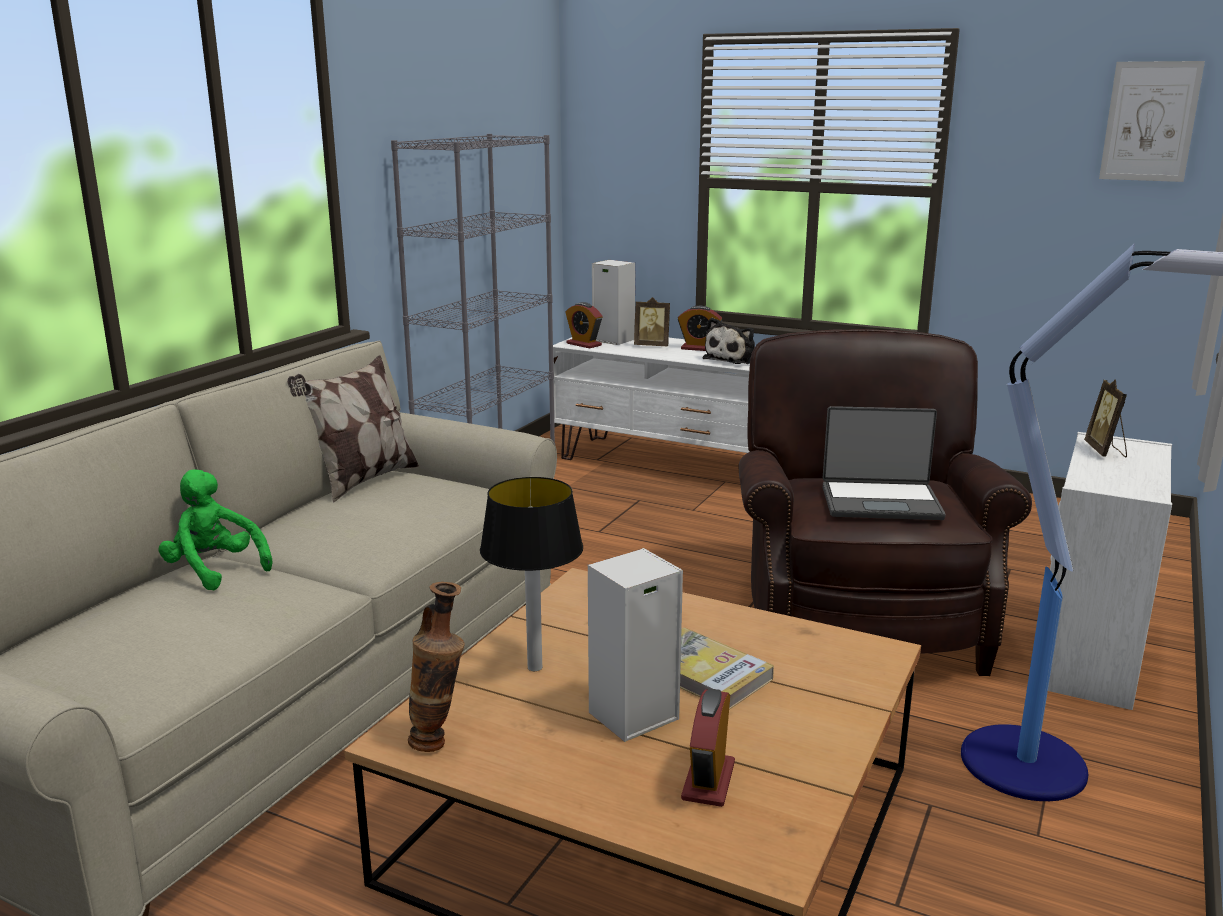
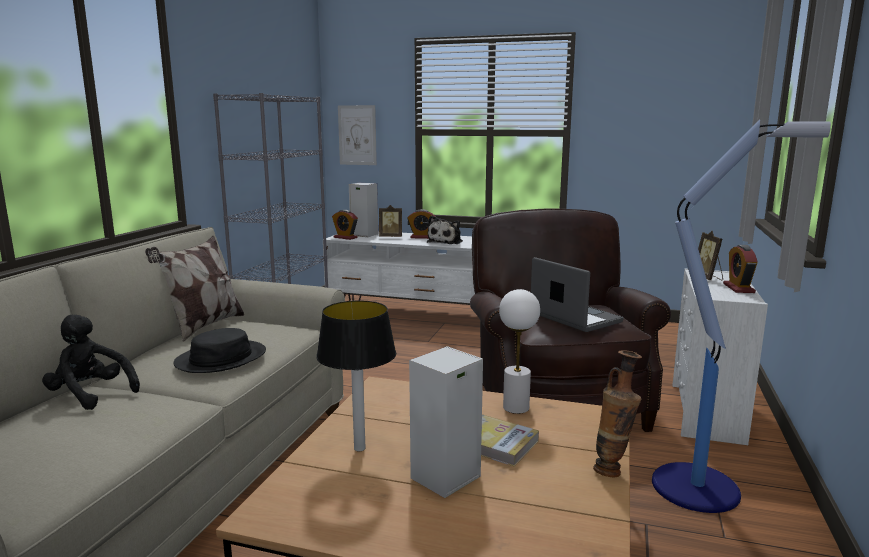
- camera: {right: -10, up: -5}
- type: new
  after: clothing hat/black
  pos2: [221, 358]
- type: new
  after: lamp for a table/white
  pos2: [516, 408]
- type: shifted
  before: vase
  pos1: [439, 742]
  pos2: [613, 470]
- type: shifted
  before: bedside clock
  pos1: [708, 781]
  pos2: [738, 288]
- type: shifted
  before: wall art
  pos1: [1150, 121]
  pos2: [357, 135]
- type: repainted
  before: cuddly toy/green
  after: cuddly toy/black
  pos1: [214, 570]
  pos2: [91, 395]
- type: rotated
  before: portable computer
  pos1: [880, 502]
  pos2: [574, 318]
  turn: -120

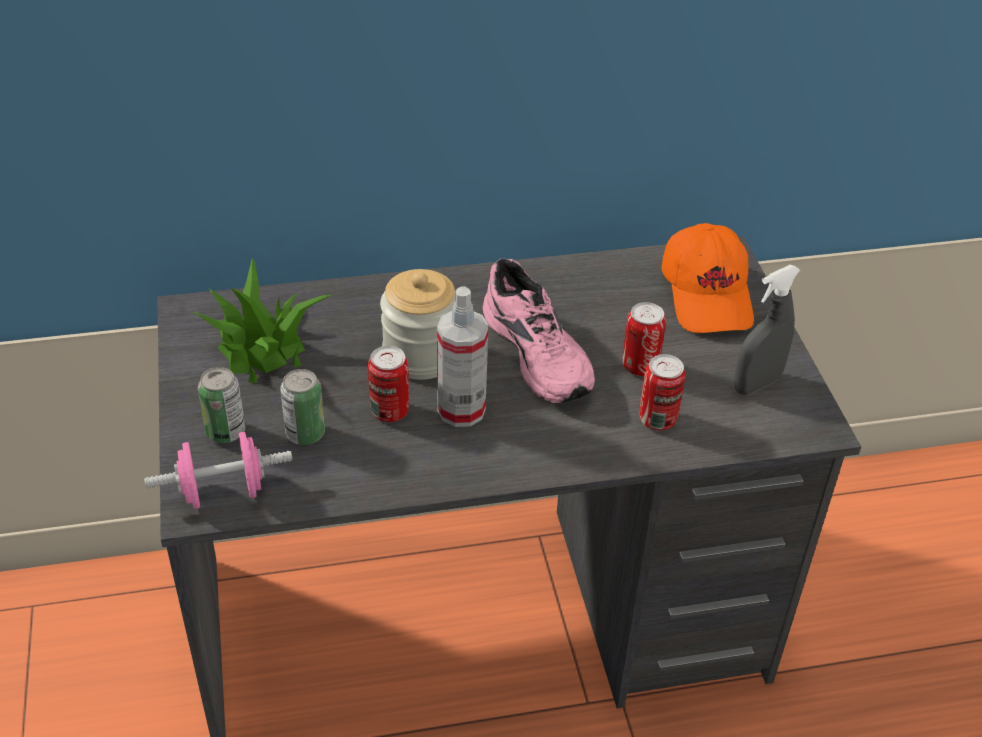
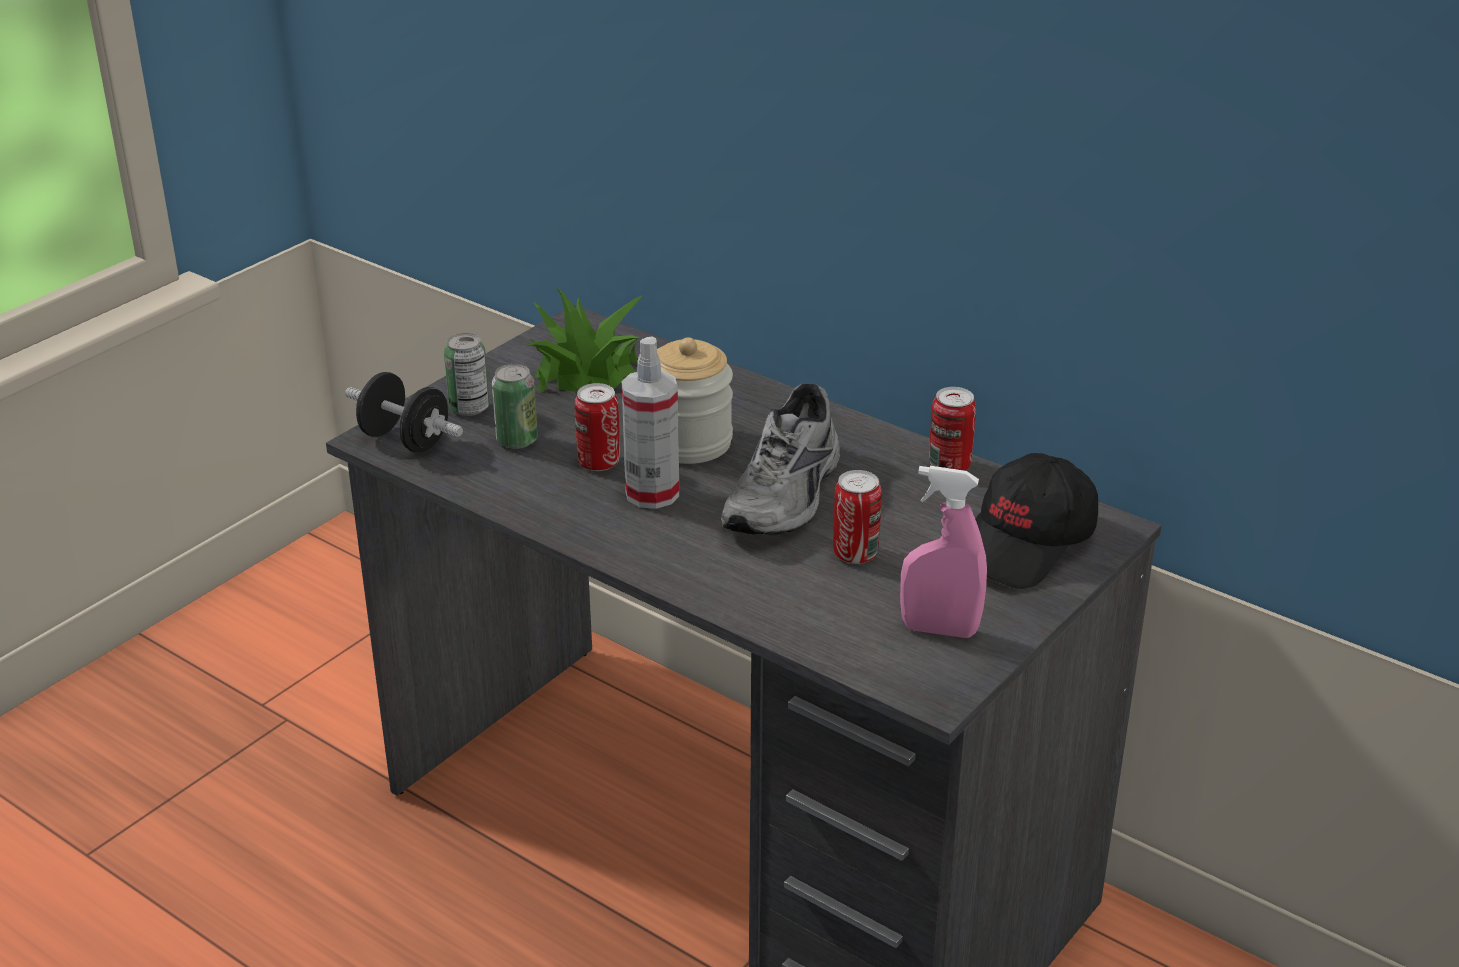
- camera: {right: 50, up: -10}
- type: shifted
  before: sealed can
  pos1: [657, 420]
  pos2: [949, 466]
- type: repainted
  before: hand weight/pink-coloured
  after: hand weight/black
  pos1: [223, 492]
  pos2: [405, 440]
- type: repainted
  before: low shoe/pink-coloured
  after: low shoe/greyish
  pos1: [541, 352]
  pos2: [788, 496]
- type: repainted
  before: cap/orange-coloured
  after: cap/black
  pos1: [708, 295]
  pos2: [1025, 545]
- type: repainted
  before: spray bottle/greyish
  after: spray bottle/pink-coloured
  pos1: [756, 384]
  pos2: [939, 630]

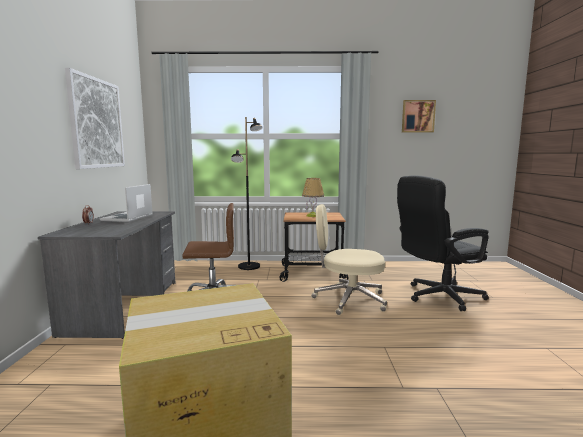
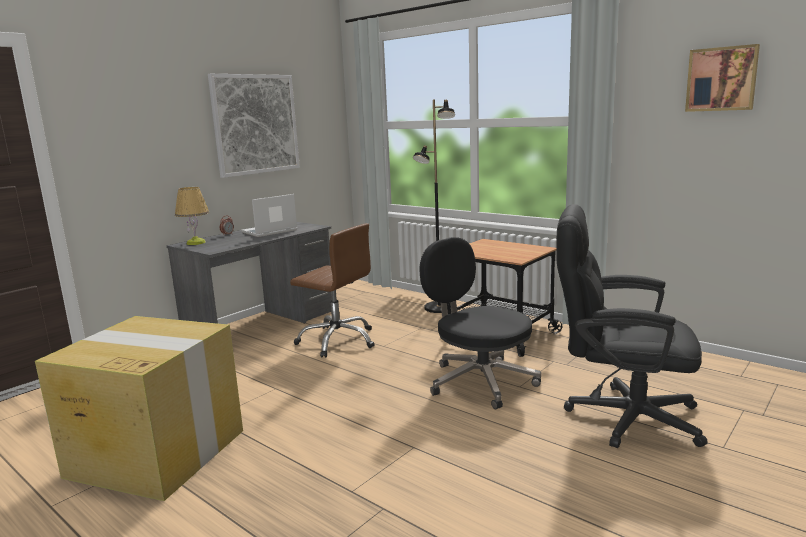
- camera: {right: 40, up: 5}
- type: shifted
  before: lamp for a table
  pos1: [312, 216]
  pos2: [196, 243]
- type: repainted
  before: desk chair/beige-coloured
  after: desk chair/black
  pos1: [348, 300]
  pos2: [479, 381]

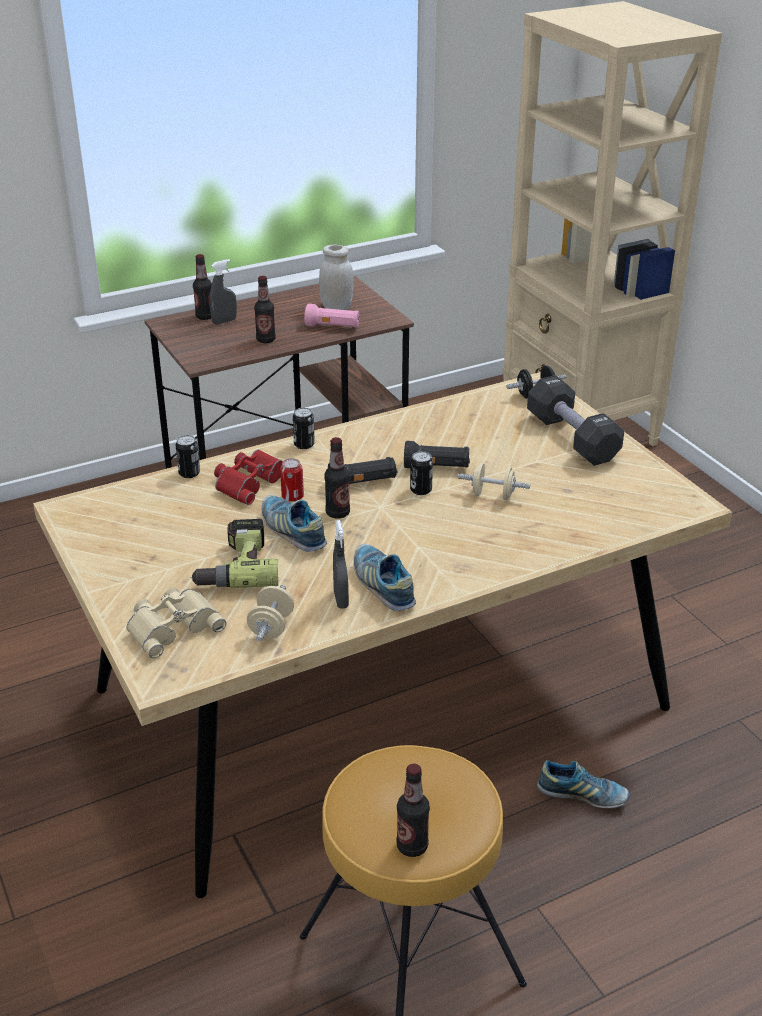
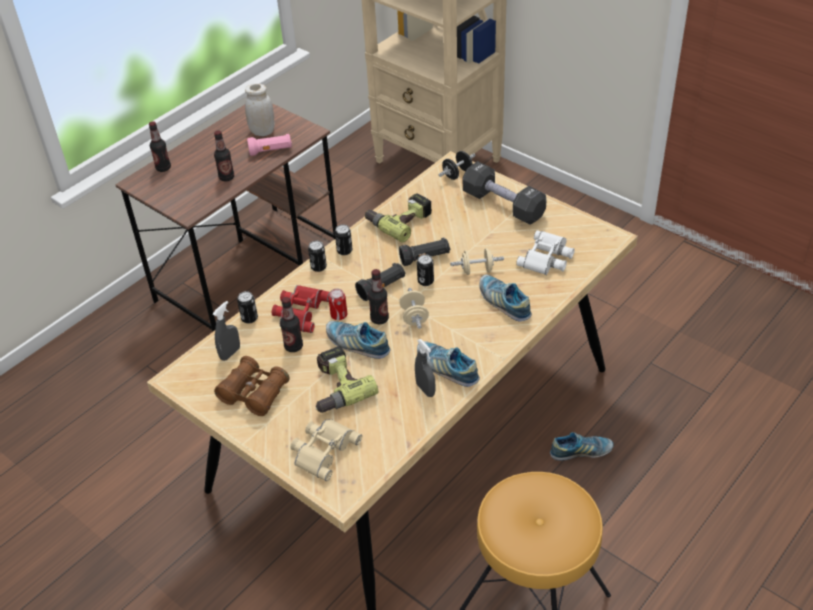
- camera: {right: -20, up: 10}
- type: new
  after: binoculars/brownish
  pos2: [254, 393]
- type: new
  after: sealed can
  pos2: [344, 251]
- type: new
  after: electric drill
  pos2: [399, 220]
- type: new
  after: low shoe
  pos2: [504, 303]
- type: new
  after: binoculars/white
  pos2: [547, 258]
- type: shifted
  before: spray bottle/greyish
  pos1: [224, 321]
  pos2: [230, 353]
- type: shifted
  before: hand weight/beige-coloured
  pos1: [271, 627]
  pos2: [414, 317]
- type: shifted
  before: beverage bottle
  pos1: [412, 846]
  pos2: [293, 346]

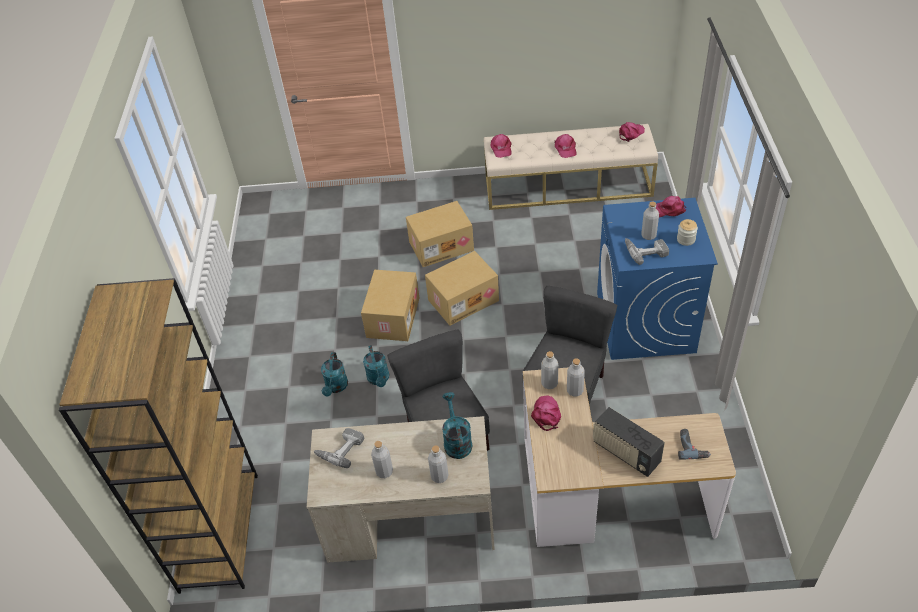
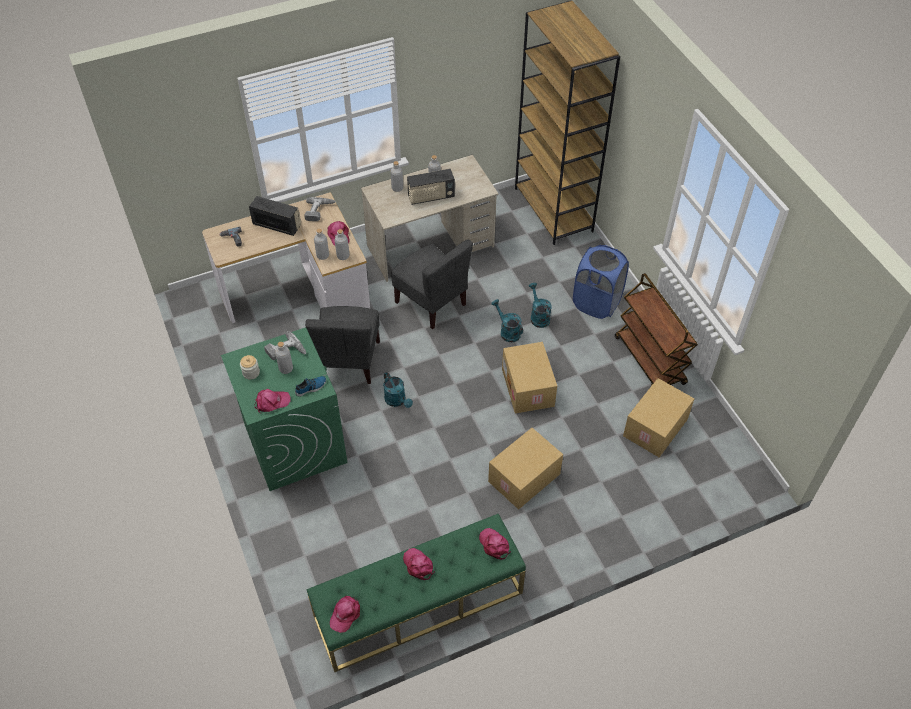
- camera: {right: 155, up: 5}
- type: new
  after: low shoe
  pos2: [311, 387]
- type: new
  after: radio
  pos2: [431, 197]
- type: new
  after: laundry basket/blue-coloured
  pos2: [597, 303]
- type: new
  after: cart/brownish
  pos2: [650, 361]
- type: shifted
  before: electric drill
  pos1: [340, 449]
  pos2: [319, 211]
- type: shifted
  before: cardboard box
  pos1: [463, 299]
  pos2: [656, 428]
- type: shifted
  before: watering can/blue-green
  pos1: [456, 441]
  pos2: [397, 401]
- type: repainted
  before: long seat/beige-coloured
  after: long seat/green
  pos1: [568, 186]
  pos2: [418, 605]
- type: repainted
  before: laundry machine/blue-coloured
  after: laundry machine/green
  pos1: [646, 323]
  pos2: [294, 443]

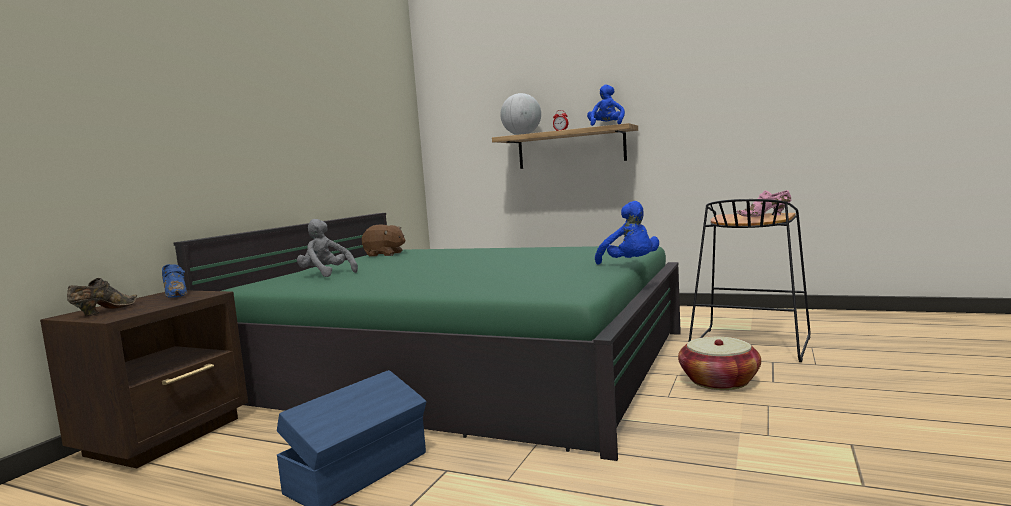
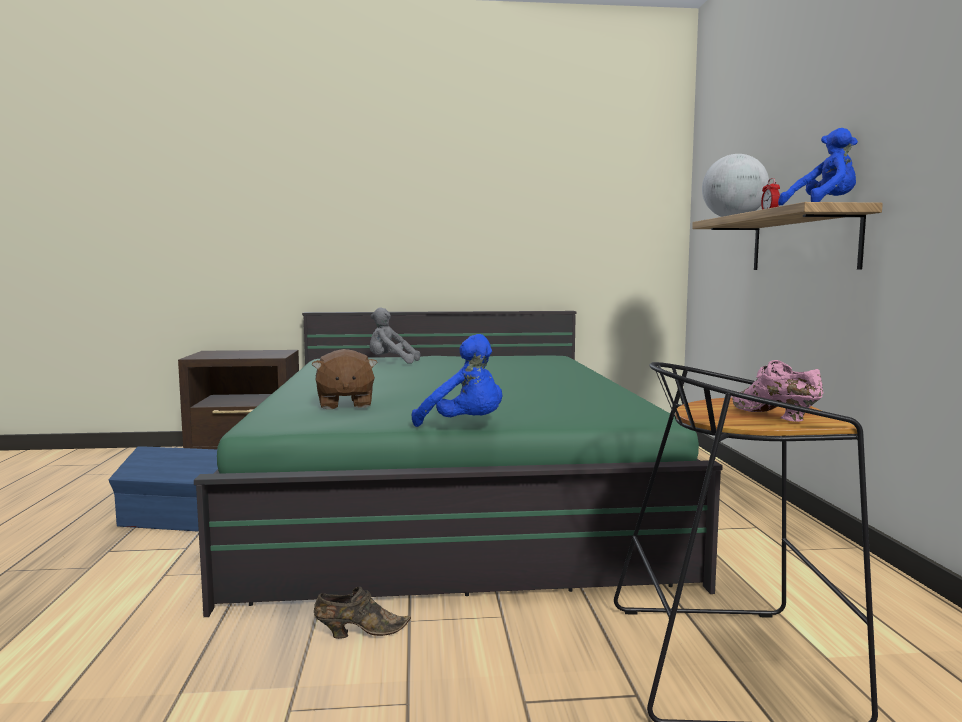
- camera: {right: 60, up: 0}
- type: gone
  before: low shoe/blue-coloured
  pos1: [175, 294]
- type: gone
  before: basket
  pos1: [719, 381]
- type: shifted
  before: low shoe/brownish
  pos1: [103, 311]
  pos2: [359, 633]
- type: shifted
  before: cuddly toy/brownish
  pos1: [385, 254]
  pos2: [344, 404]
- type: rotated
  before: cuddly toy/greyish
  pos1: [326, 274]
  pos2: [390, 362]
  turn: -90
- type: rotated
  before: cuddly toy/blue-coloured
  pos1: [630, 264]
  pos2: [465, 426]
  turn: -90

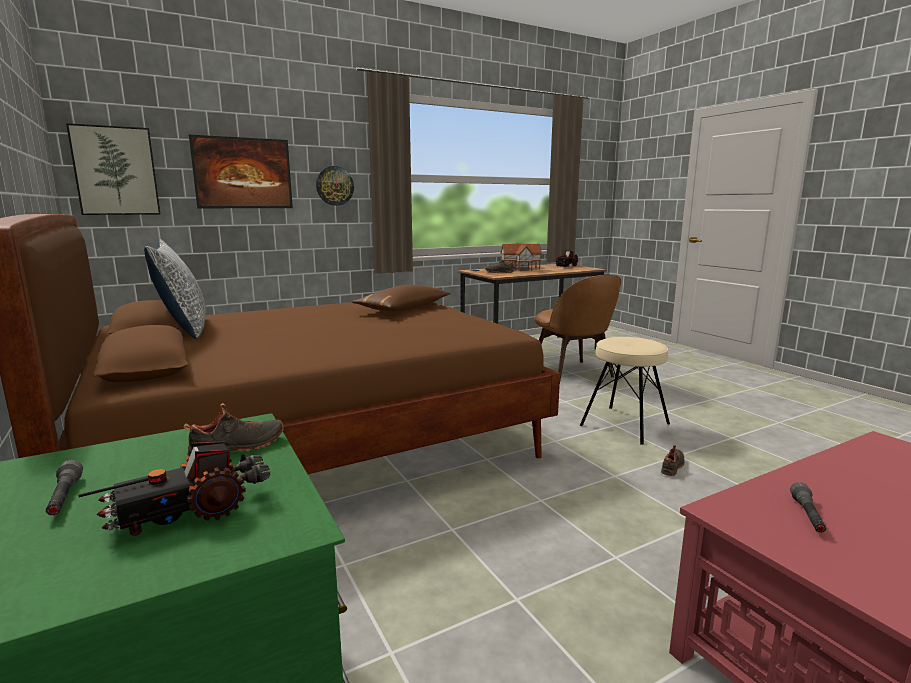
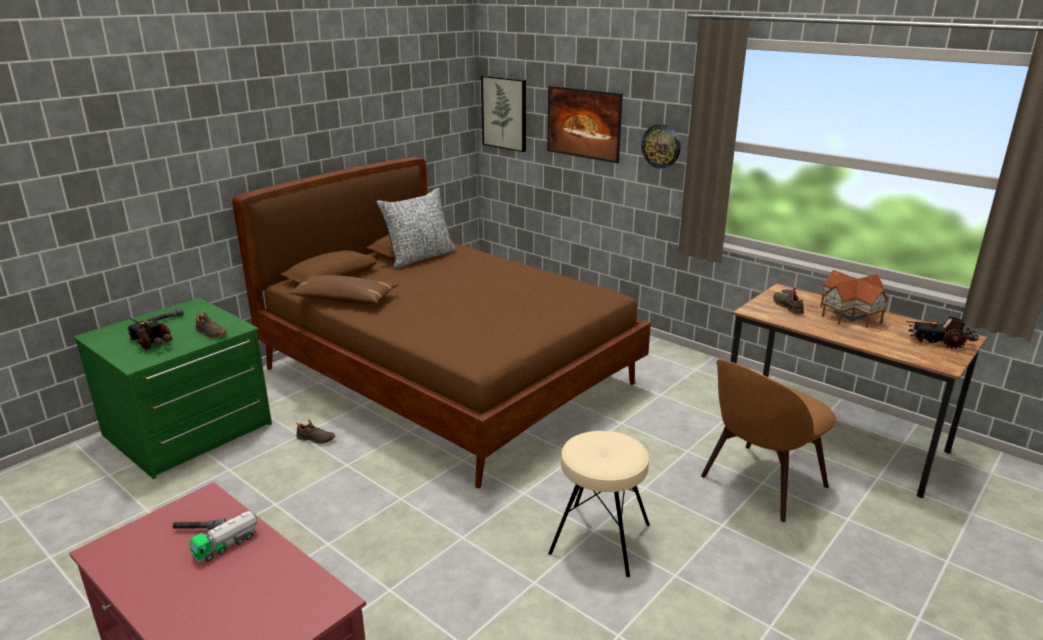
- camera: {right: 70, up: 10}
- type: new
  after: model truck
  pos2: [226, 545]
- type: shifted
  before: throw pillow/brownish
  pos1: [404, 308]
  pos2: [344, 299]
- type: shifted
  before: low shoe/black
  pos1: [673, 467]
  pos2: [315, 439]

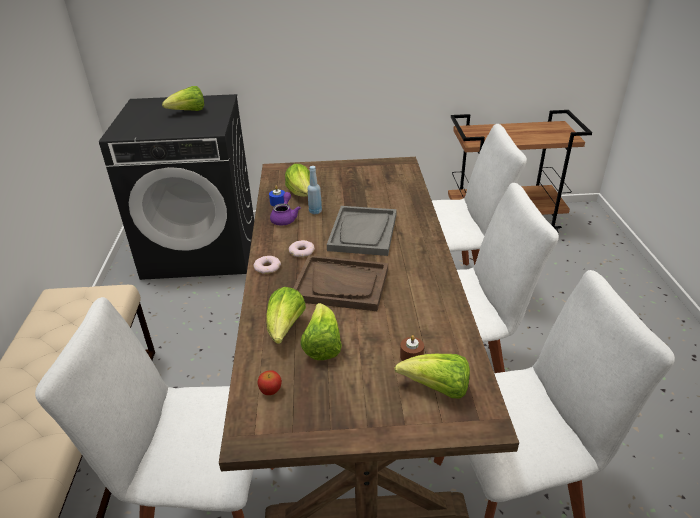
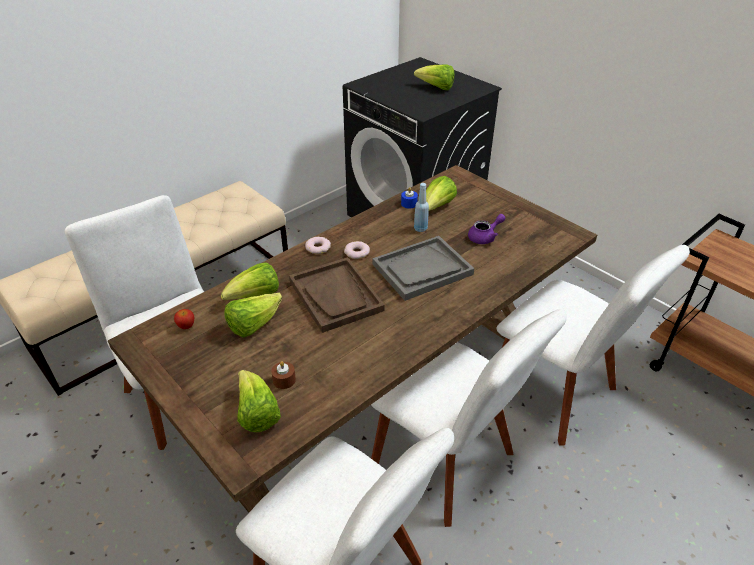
- camera: {right: 50, up: 5}
- type: shifted
  before: tea pot/purple
  pos1: [285, 218]
  pos2: [485, 237]

